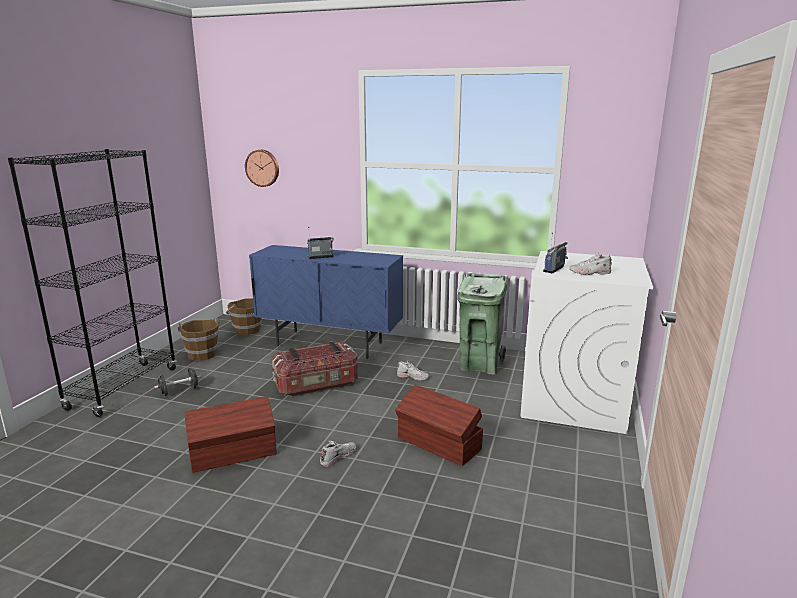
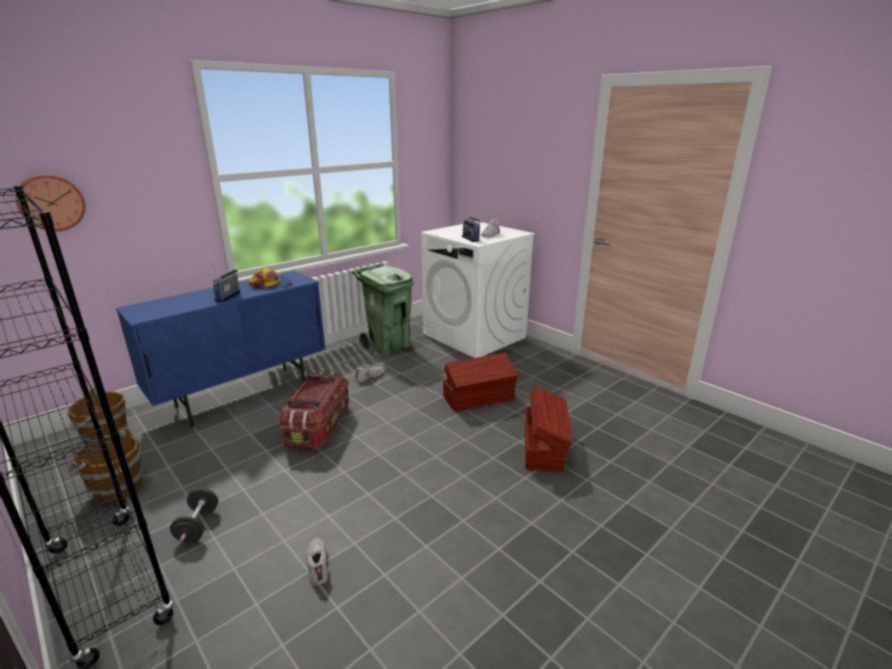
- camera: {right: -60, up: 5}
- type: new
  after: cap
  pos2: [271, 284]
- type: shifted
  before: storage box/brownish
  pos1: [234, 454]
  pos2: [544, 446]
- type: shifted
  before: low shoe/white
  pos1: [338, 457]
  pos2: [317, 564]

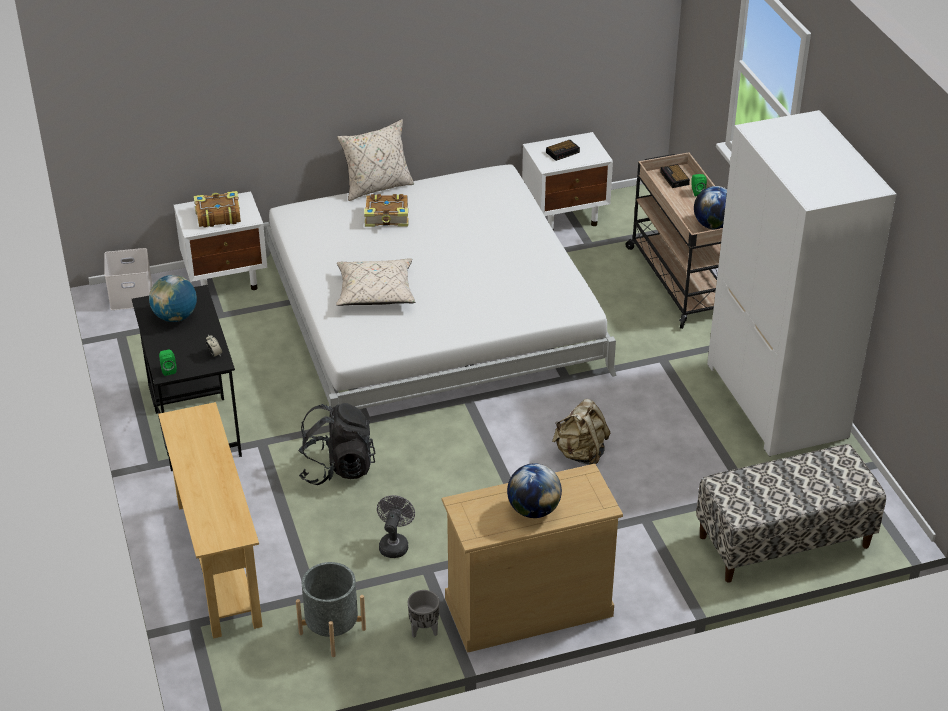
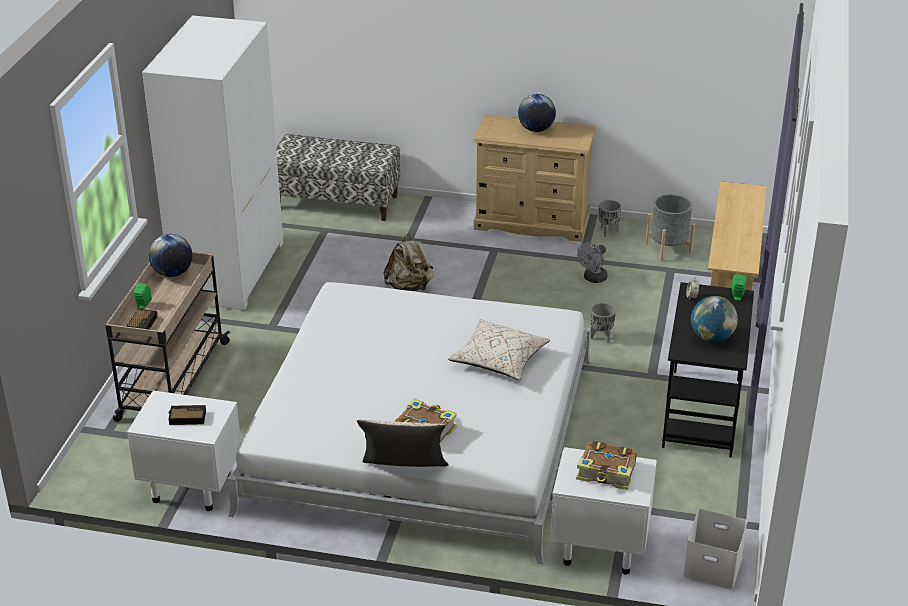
- camera: {right: -150, up: -5}
- type: swapped
  before: backpack/black
  after: planter/greyish
  pos1: [337, 468]
  pos2: [601, 337]

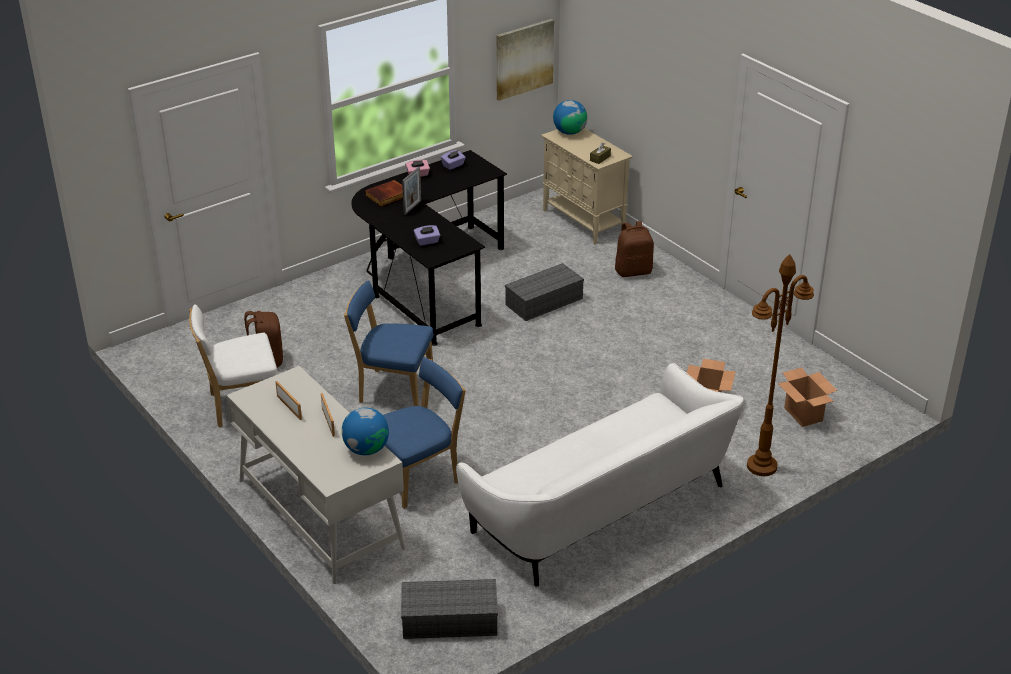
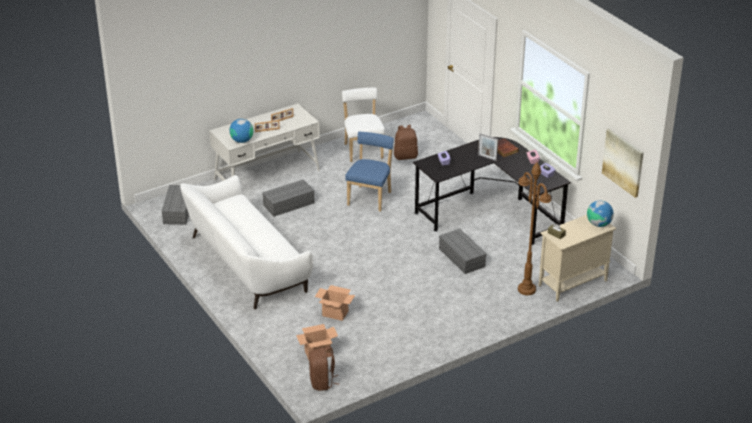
- camera: {right: 95, up: 0}
- type: shifted
  before: backpack/brownish
  pos1: [633, 271]
  pos2: [322, 382]
- type: shifted
  before: standing lamp/brownish
  pos1: [761, 466]
  pos2: [526, 289]
- type: swapped
  before: upright chair/blue-coloured
  after: storage box/greyish
  pos1: [419, 477]
  pos2: [288, 204]

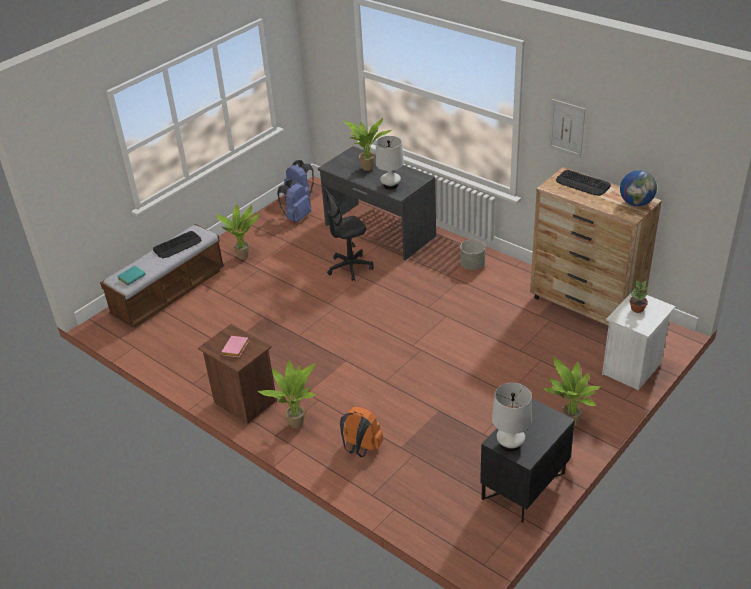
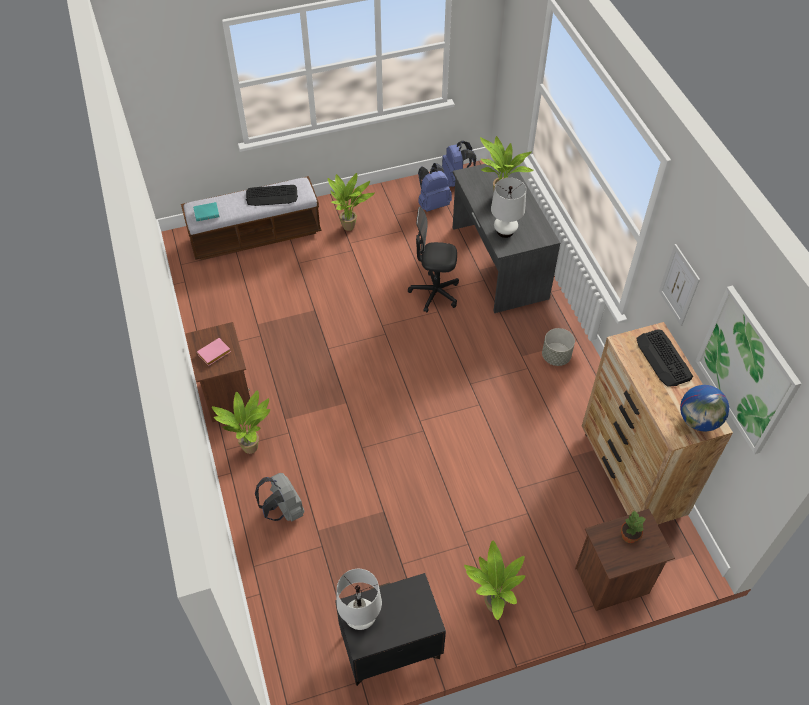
- camera: {right: 30, up: 15}
- type: new
  after: wall art
  pos2: [746, 370]
- type: repainted
  before: backpack/orange-coloured
  after: backpack/greyish
  pos1: [361, 448]
  pos2: [283, 510]
- type: repainted
  before: night table/white
  after: night table/brownish
  pos1: [632, 369]
  pos2: [613, 582]

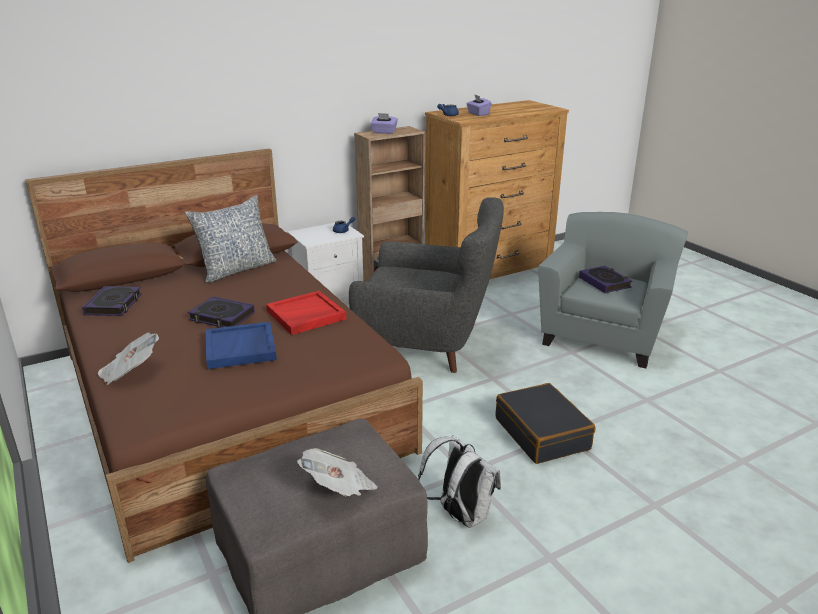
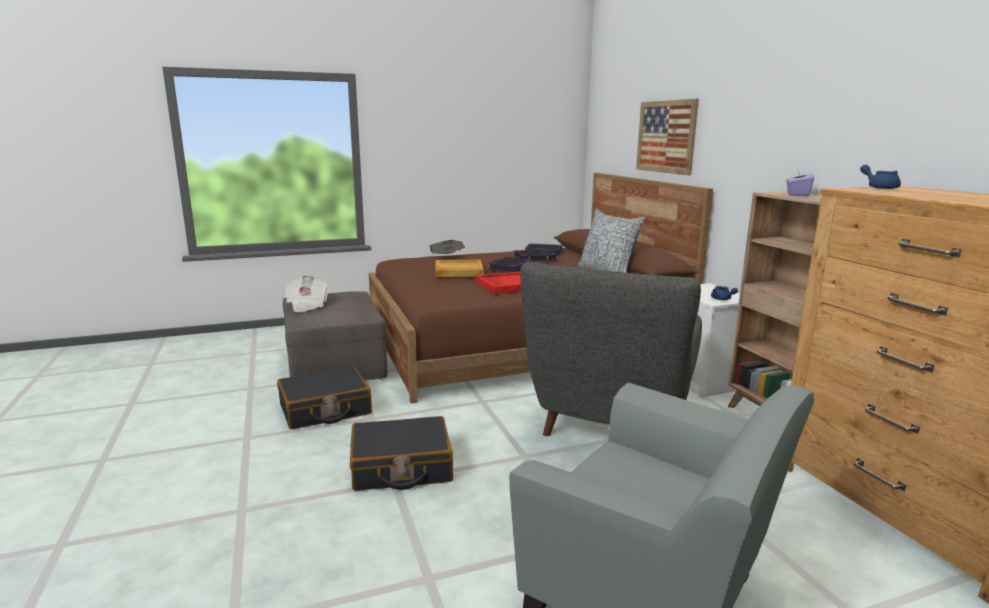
- camera: {right: 100, up: -10}
- type: gone
  before: tissue box/purple
  pos1: [478, 114]
- type: new
  after: wall art
  pos2: [666, 137]
- type: shifted
  before: bound book
  pos1: [604, 282]
  pos2: [535, 259]
- type: swapped
  before: backpack/white
  after: travel case/black
  pos1: [460, 515]
  pos2: [325, 410]
- type: repainted
  before: tray/blue-coloured
  after: tray/beige-coloured
  pos1: [241, 348]
  pos2: [458, 271]

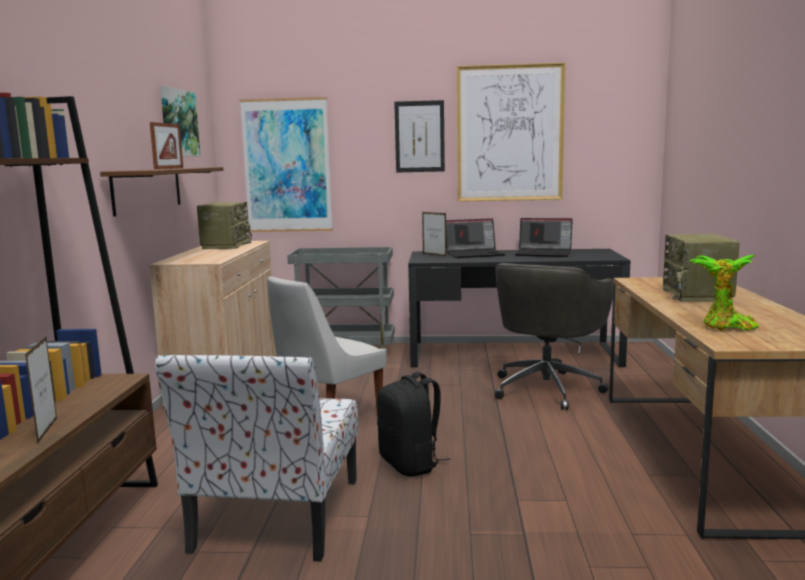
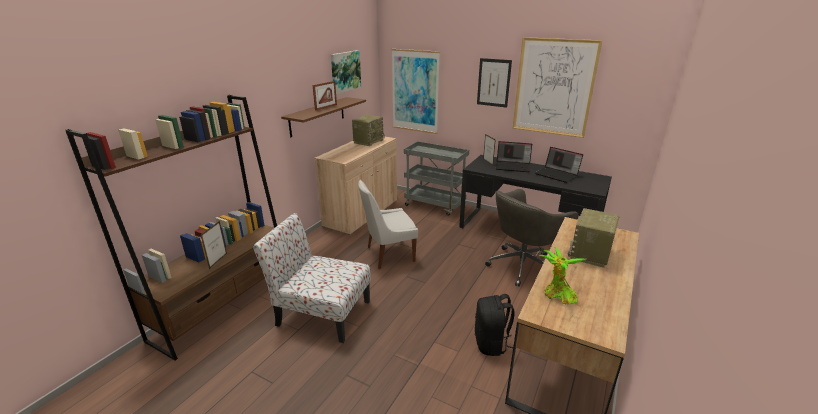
- camera: {right: 25, up: 15}
- type: shifted
  before: backpack/black
  pos1: [411, 464]
  pos2: [491, 343]
- type: rotated
  before: upright chair
  pos1: [276, 517]
  pos2: [321, 313]
  turn: 75

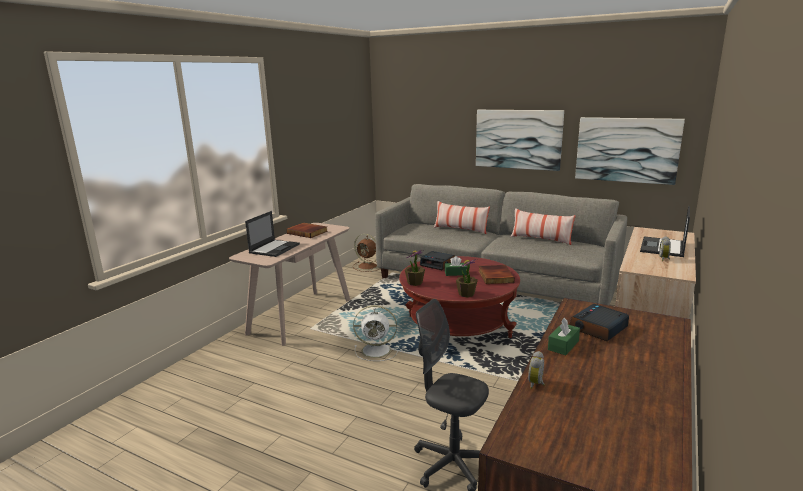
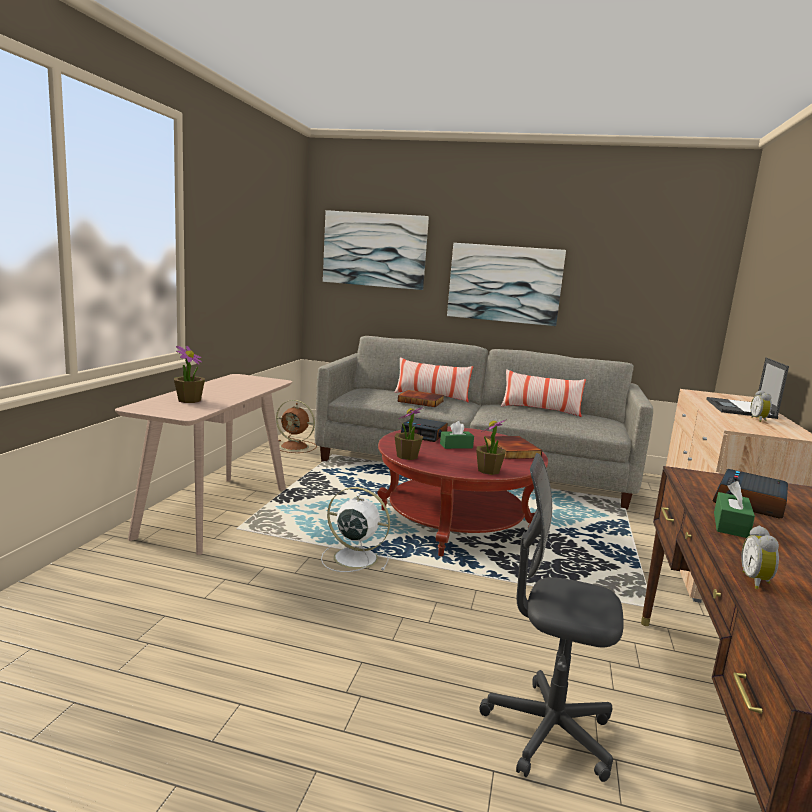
- camera: {right: -15, up: -5}
- type: shifted
  before: bound book
  pos1: [308, 232]
  pos2: [421, 401]
- type: shifted
  before: wall art
  pos1: [626, 150]
  pos2: [374, 250]
- type: swapped
  before: portable computer
  after: potted plant
  pos1: [275, 248]
  pos2: [189, 400]
- type: rotated
  before: electric fan/white
  pos1: [377, 350]
  pos2: [353, 557]
  turn: -150

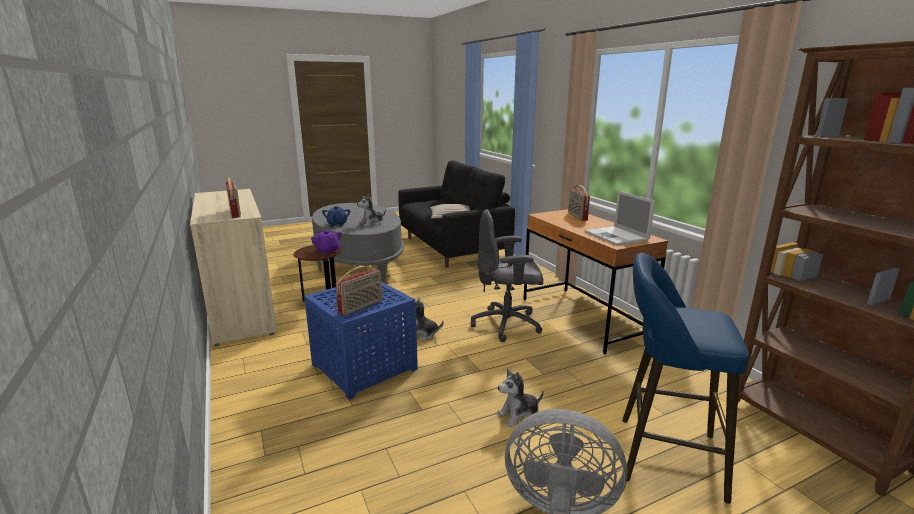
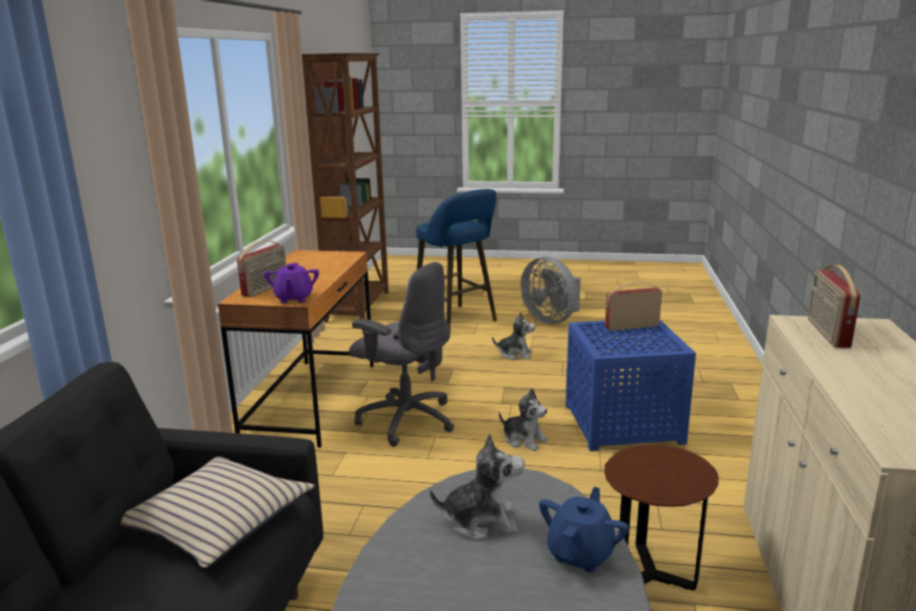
- camera: {right: -145, up: 0}
- type: gone
  before: portable computer
  pos1: [617, 236]
- type: shifted
  before: tea pot/purple
  pos1: [328, 251]
  pos2: [294, 299]

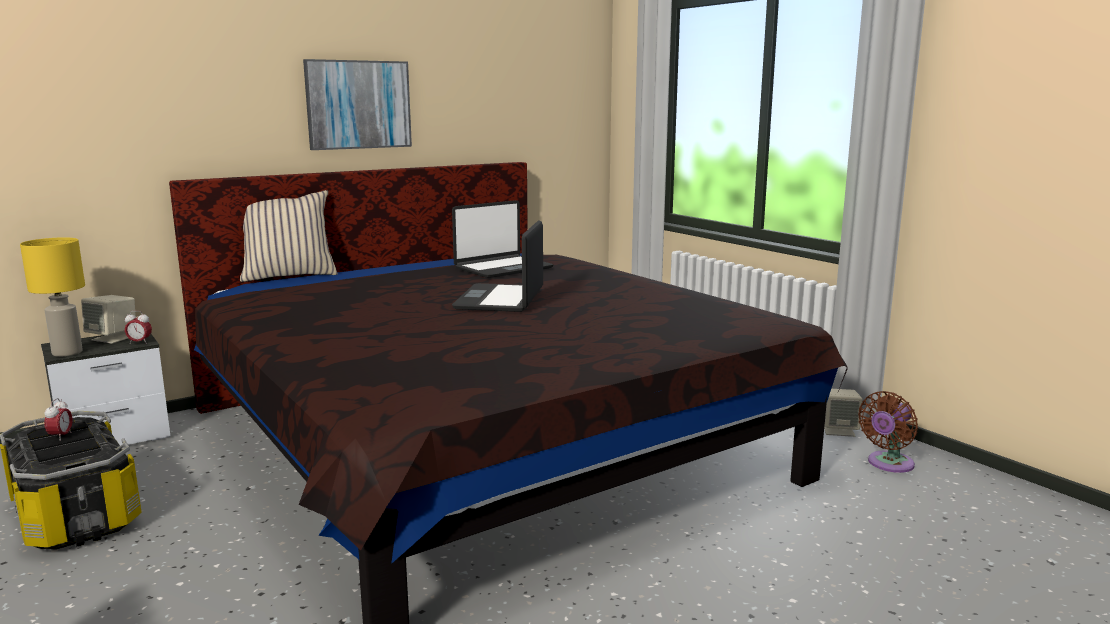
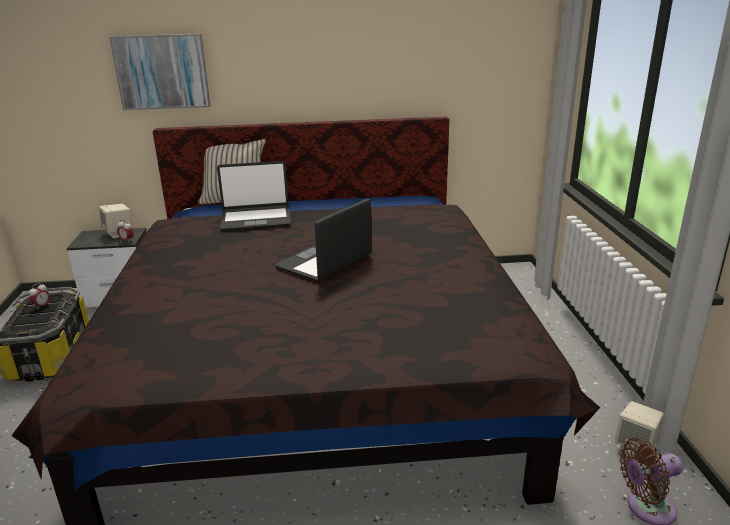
- camera: {right: 30, up: 10}
- type: gone
  before: lamp for a table/yellow
  pos1: [67, 352]
- type: shifted
  before: wall art
  pos1: [358, 104]
  pos2: [162, 72]
- type: shifted
  before: portable computer
  pos1: [502, 268]
  pos2: [256, 219]

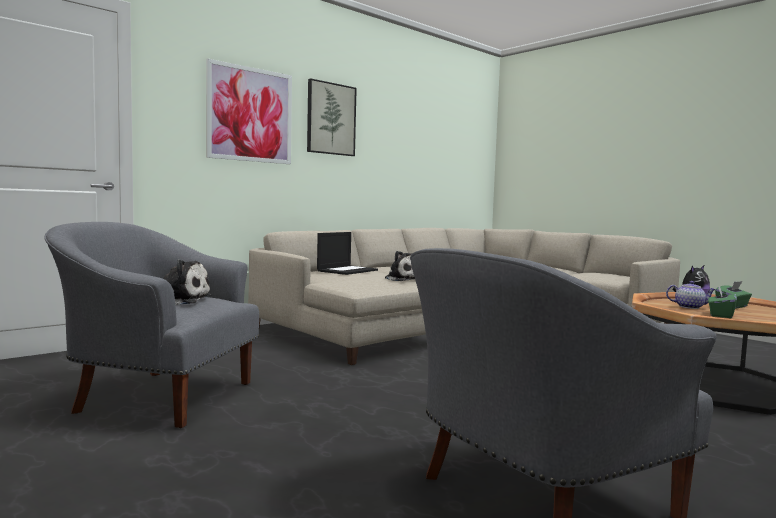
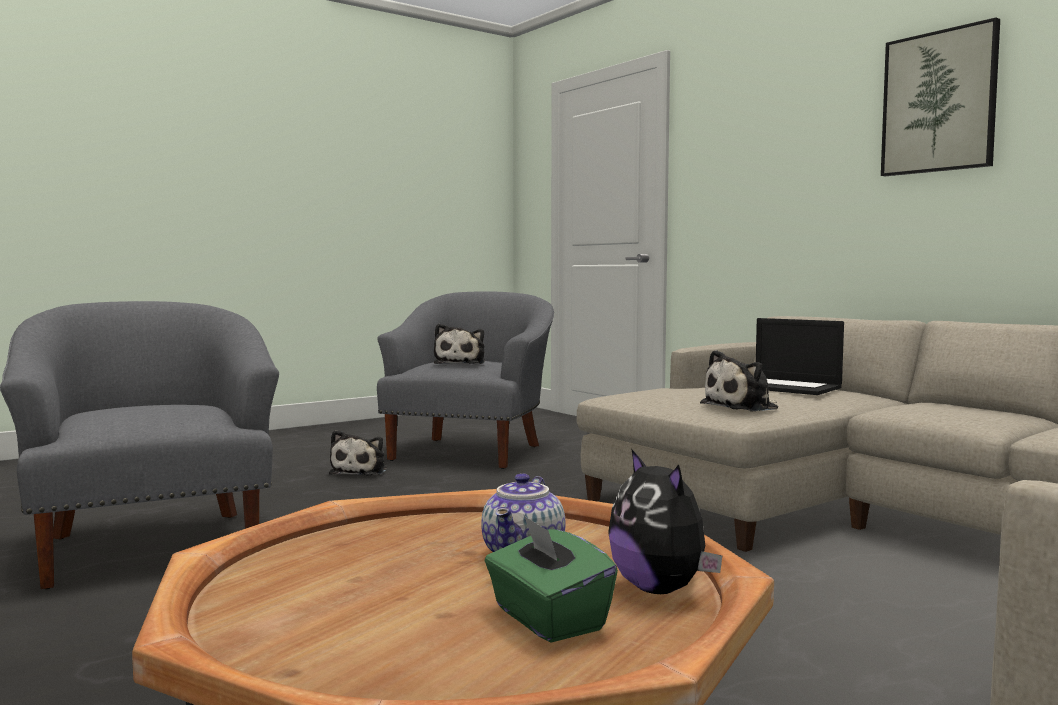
- camera: {right: 95, up: 0}
- type: gone
  before: wall art
  pos1: [250, 114]
- type: gone
  before: tissue box/green
  pos1: [720, 315]
- type: new
  after: cuddly toy
  pos2: [360, 471]

